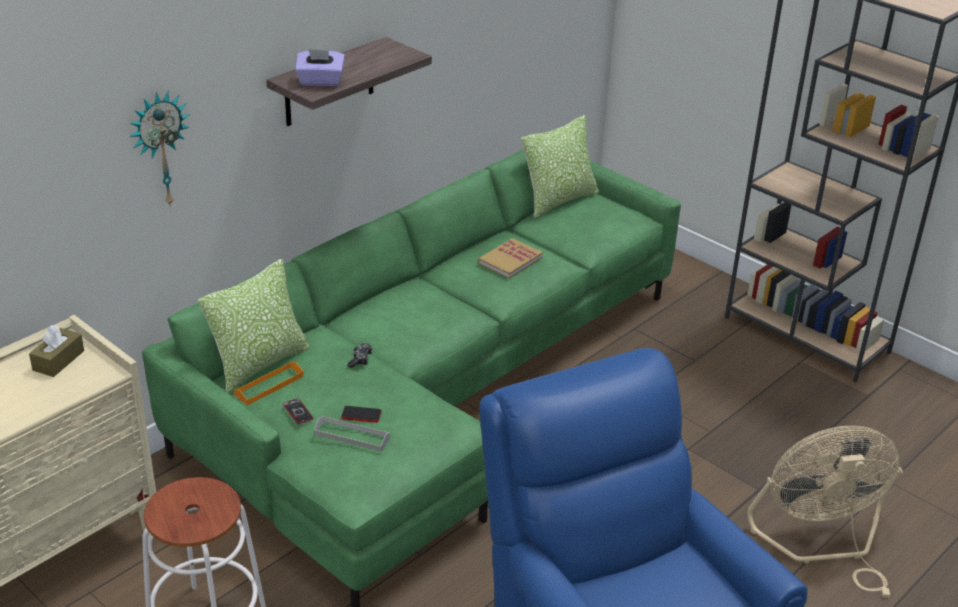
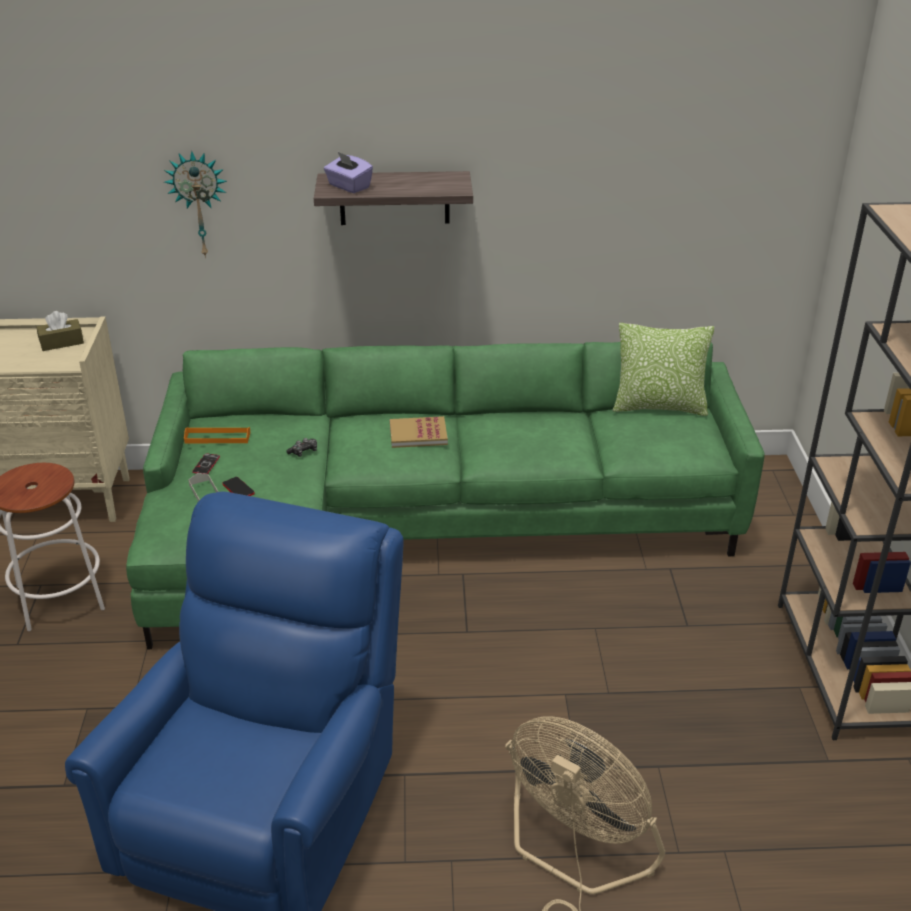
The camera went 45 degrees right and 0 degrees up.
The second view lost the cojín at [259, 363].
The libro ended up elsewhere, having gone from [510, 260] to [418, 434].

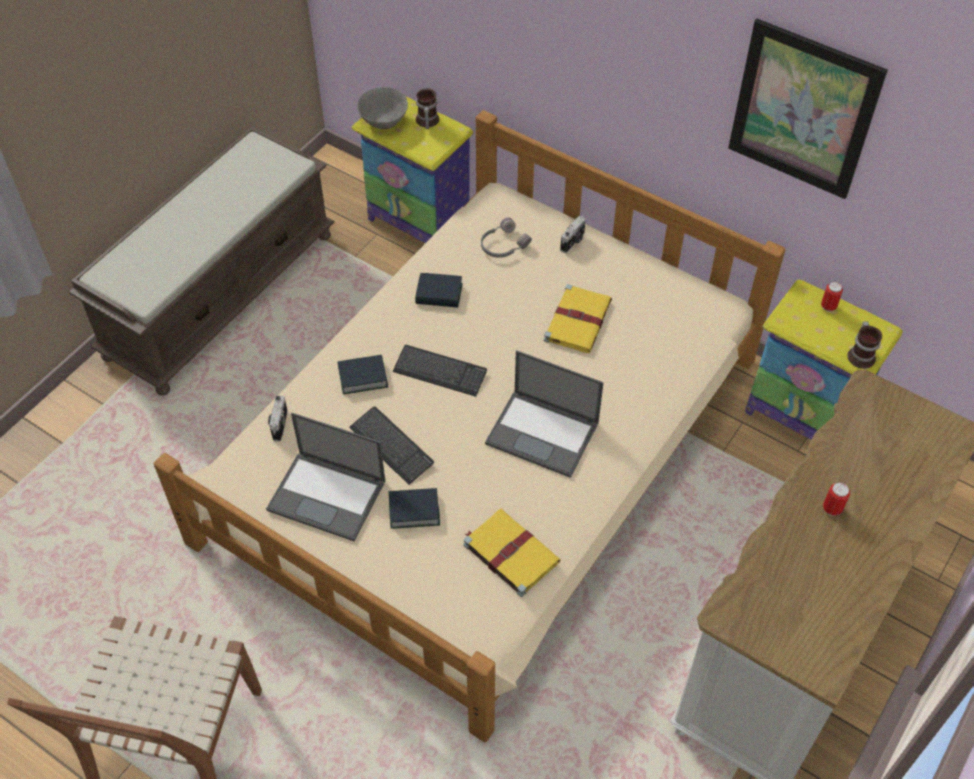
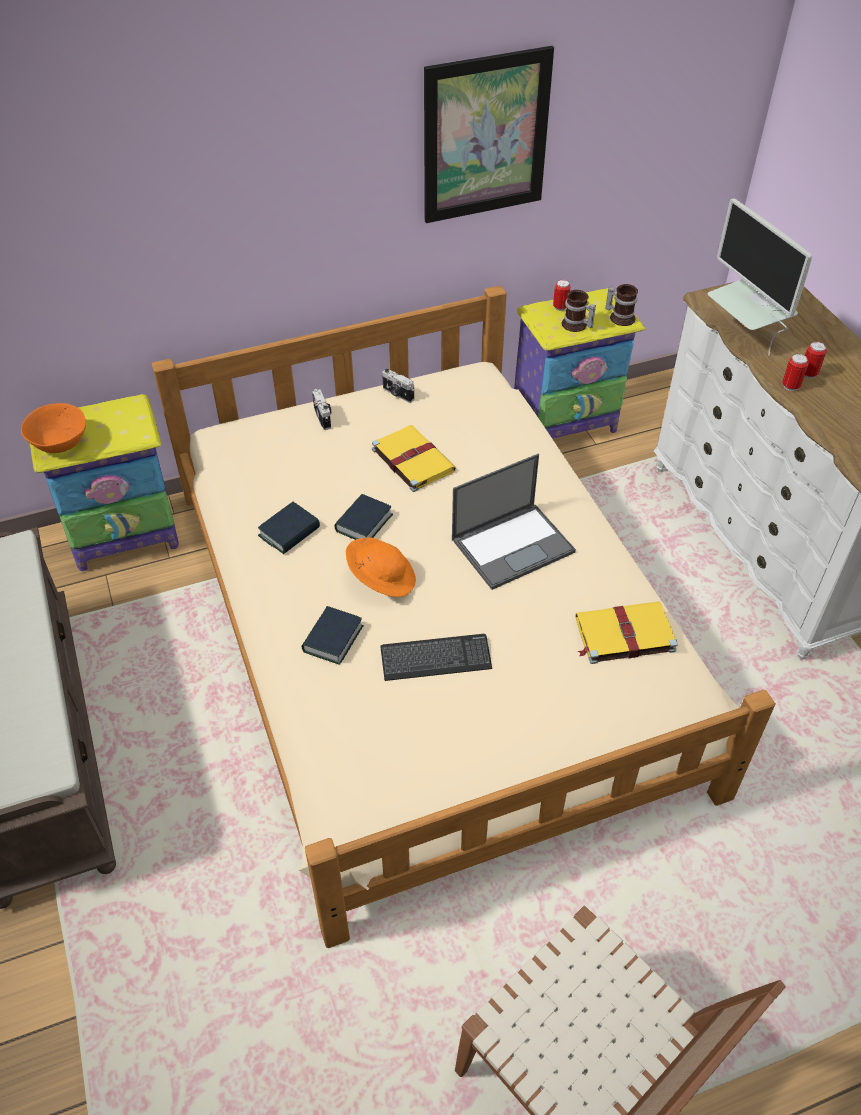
The camera went 55 degrees left and 5 degrees down.
The second view lost the portátil at [328, 495].
The cámara ended up elsewhere, having gone from [278, 424] to [397, 394].
What was the cuenco [gris] at [383, 121] turned into the cuenco [naranja] at [59, 444].
The libro ended up elsewhere, having gone from [414, 511] to [363, 523].
Where the teclado stood at [440, 372], the sombrero [naranja] came to stand at [381, 578].
The taza grande ended up elsewhere, having gone from [426, 121] to [576, 326].
The second view lost the auriculares [gris] at [503, 245].
The second view gained the monitor at [745, 336].
The second view gained the lata at [790, 386].

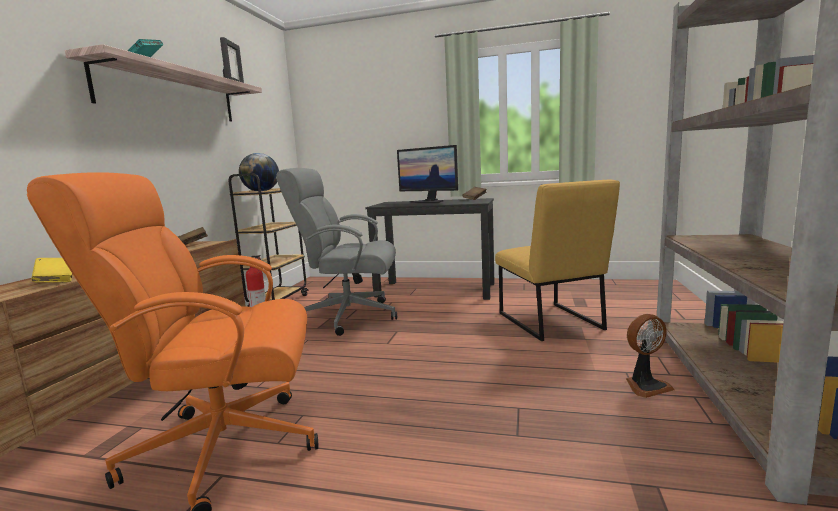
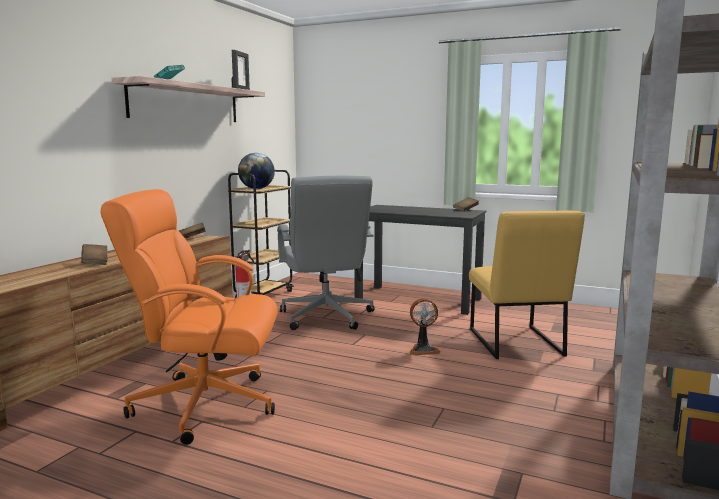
The camera went 10 degrees right and 0 degrees up.
What was the libro [amarillo] at [56, 281] turned into the libro [marrón] at [95, 263].
The silla de oficina [gris] at [349, 316] ended up facing another way, 120 degrees counterclockwise from before.
The second view lost the monitor at [429, 201].
The ventilador ended up elsewhere, having gone from [645, 386] to [423, 350].

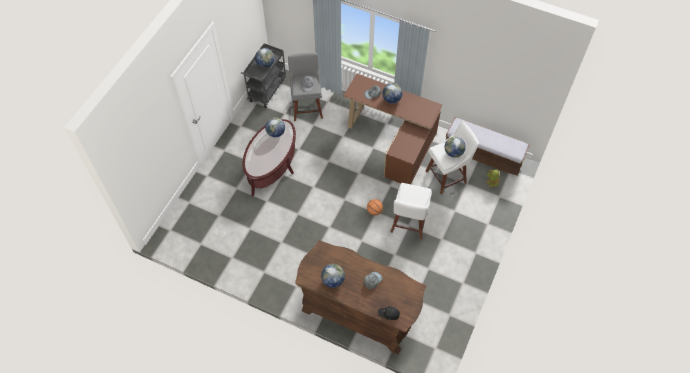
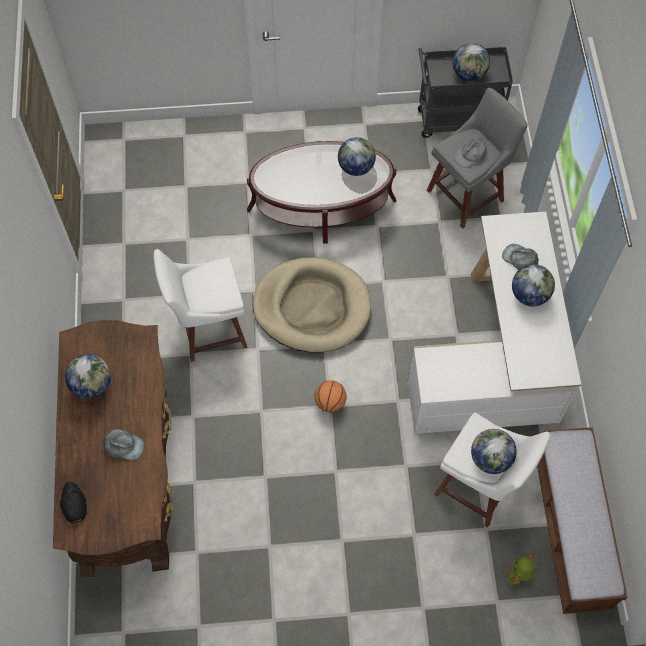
The camera went 60 degrees right and 5 degrees up.
What was the escritorio [marrón] at [394, 140] turned into the escritorio [blanco] at [495, 360].
The taburete [blanco] ended up elsewhere, having gone from [408, 224] to [208, 329].
The second view gained the cama para perro [beis] at [312, 307].

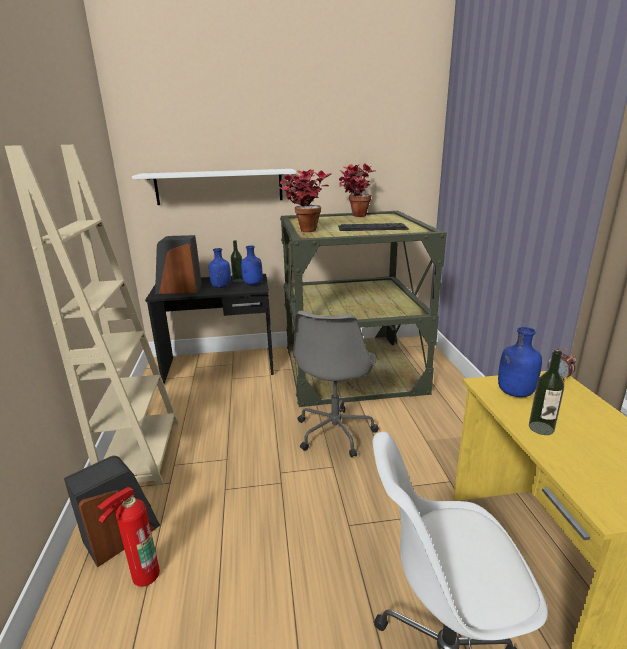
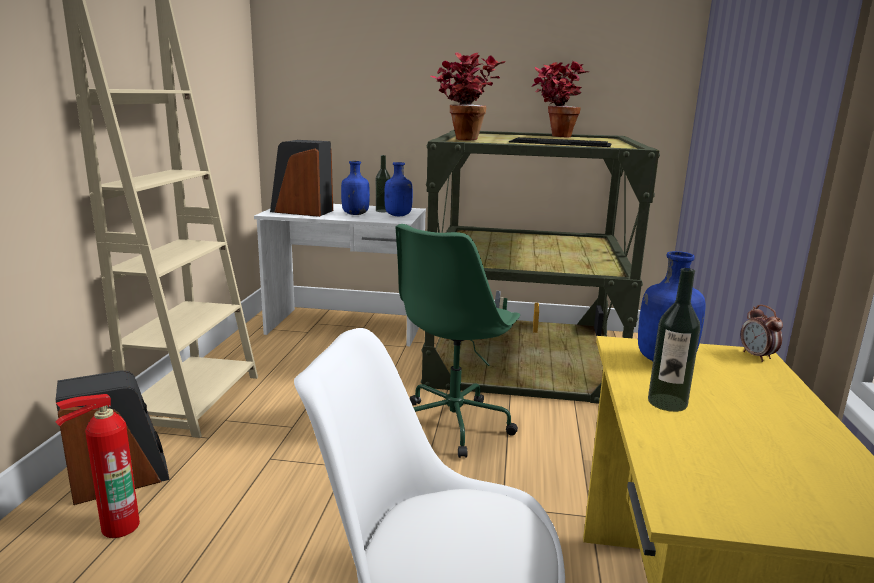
The camera went 15 degrees right and 5 degrees down.
The second view lost the estante [blanco] at [219, 187].
What was the escritorio [negro] at [220, 366] turned into the escritorio [blanco] at [346, 327].
What was the silla de oficina [gris] at [334, 434] turned into the silla de oficina [verde] at [451, 426].

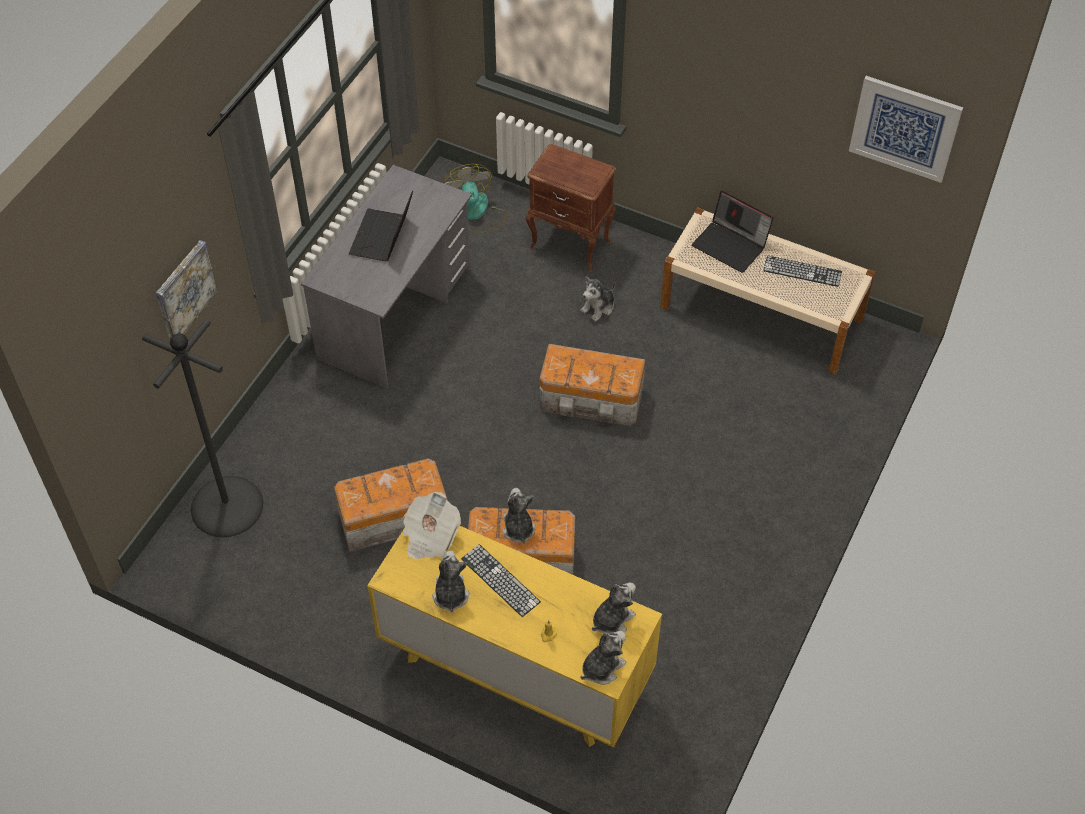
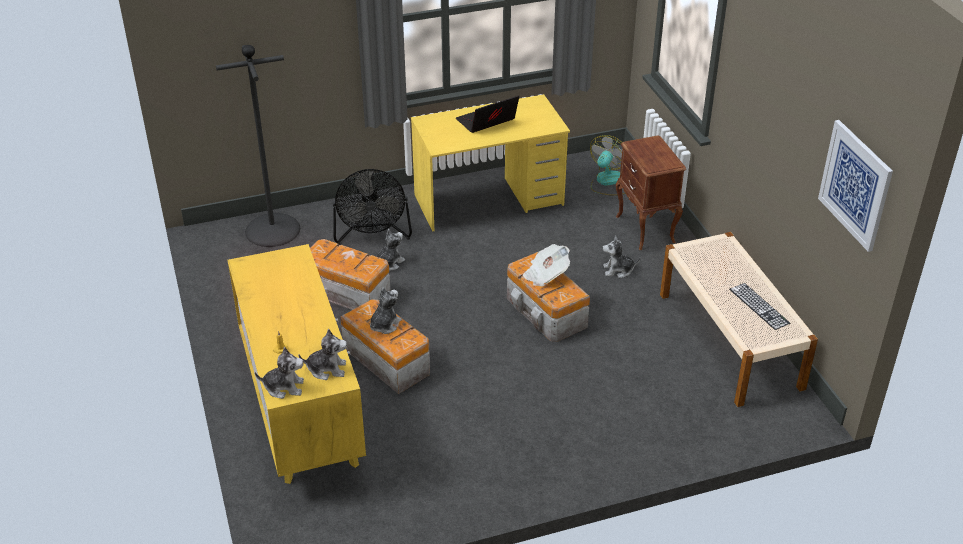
The camera went 45 degrees right and 15 degrees down.
The second view lost the cuadro at [184, 291].
What was the escritorio [gris] at [395, 313] turned into the escritorio [amarillo] at [489, 201].
The periódico ended up elsewhere, having gone from [430, 536] to [546, 274].
The peluche ended up elsewhere, having gone from [450, 594] to [389, 263].
The second view lost the teclado at [500, 580].
The second view lost the portátil at [731, 245].
The second view gained the ventilador [negro] at [369, 233].

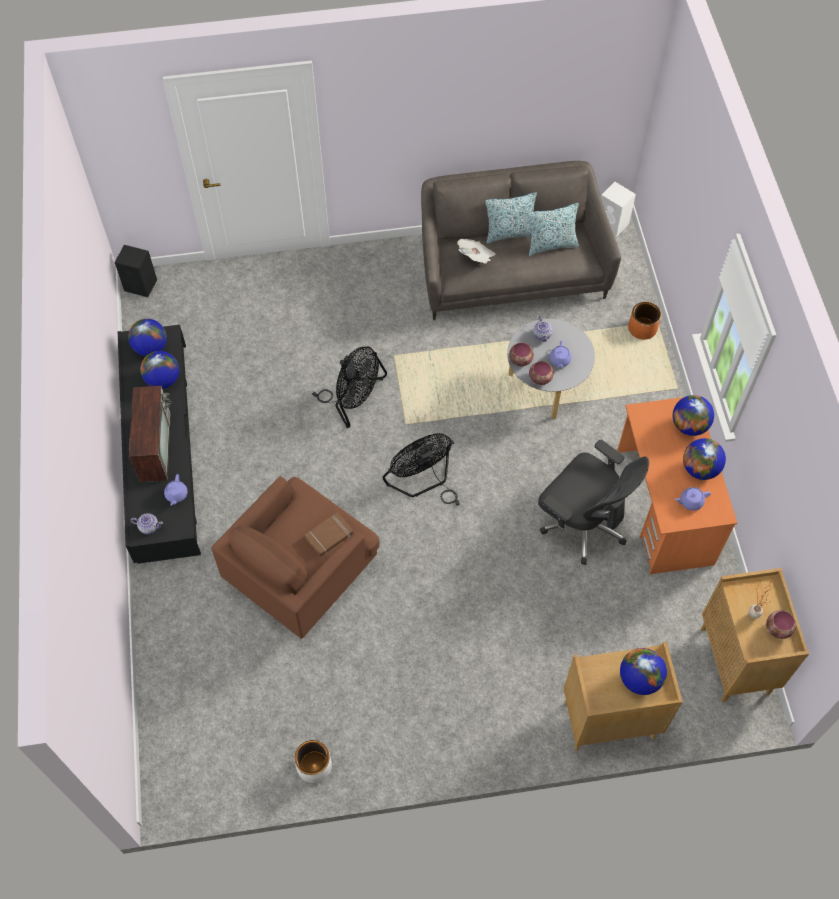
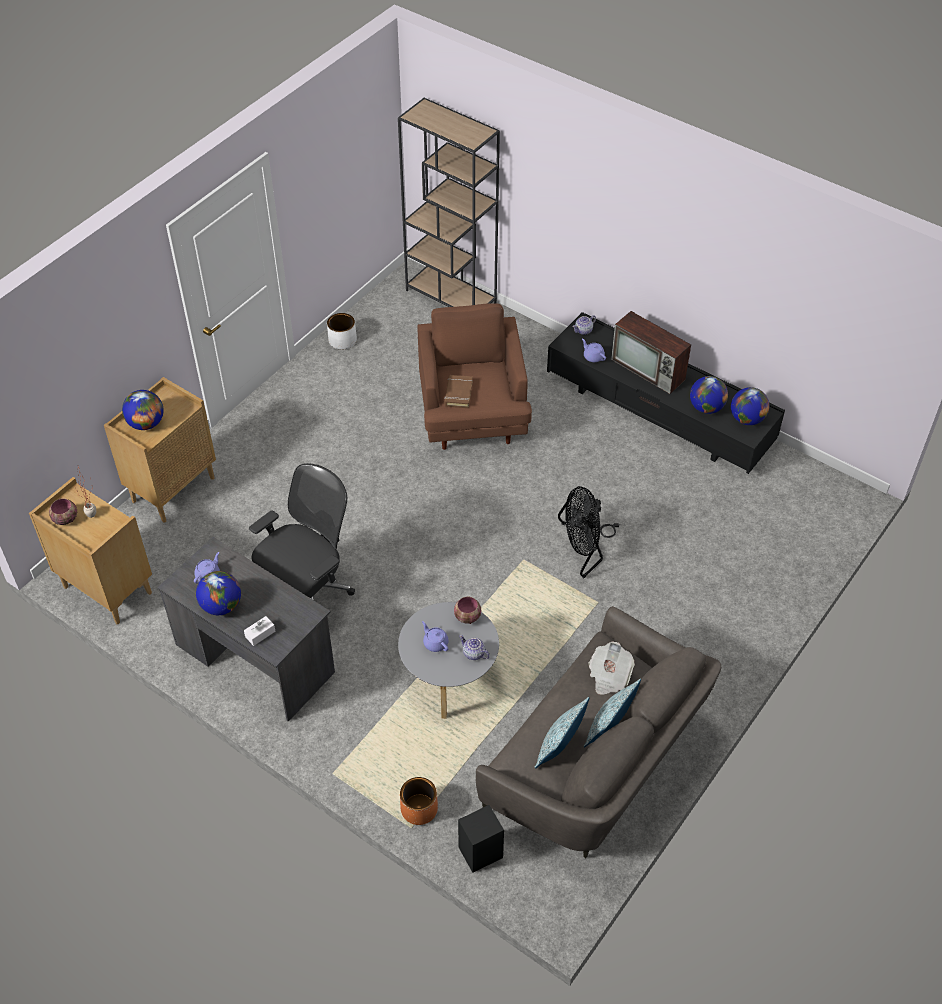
The camera went 135 degrees right and 10 degrees down.
The altavoz [negro] ended up elsewhere, having gone from [141, 285] to [479, 853].
The second view lost the ventilador [negro] at [426, 481].
The second view lost the cuenco at [540, 378].
The silla de oficina at [581, 525] ended up facing another way, 135 degrees clockwise from before.
The second view lost the altavoz [blanco] at [613, 224].
What was the escritorio [naranja] at [664, 507] turned into the escritorio [gris] at [255, 658].
Where the globo terráqueo stood at [689, 425], the caja de pañuelos [blanco] came to stand at [260, 634].
The second view gained the estantería at [451, 296].

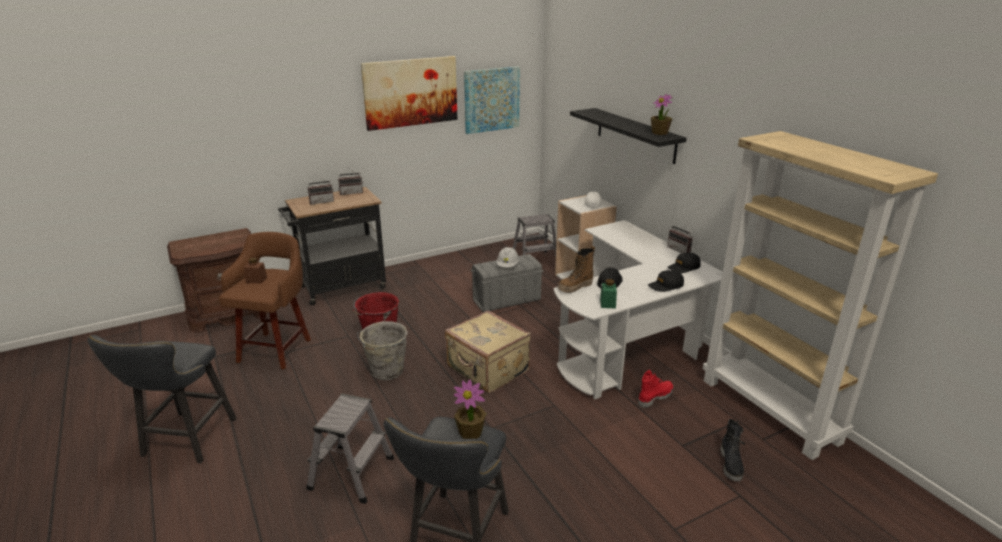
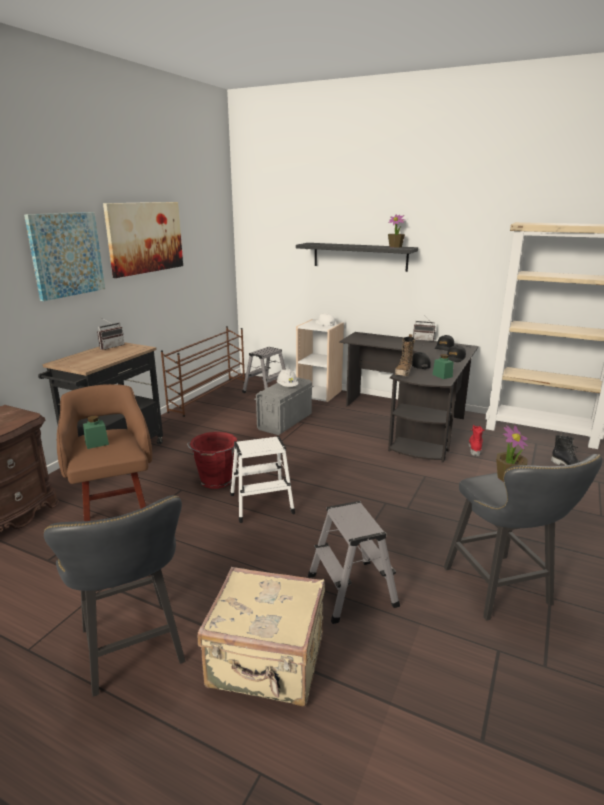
The camera went 35 degrees left and 5 degrees down.
What was the tarro [marrón] at [256, 280] turned into the tarro [verde] at [97, 443].
The second view lost the radio at [322, 201].
Where the cubo [gris] stood at [386, 371], the escalera de tijera [blanco] came to stand at [262, 503].
The maleta [beis] ended up elsewhere, having gone from [487, 370] to [267, 663].
The cuadro ended up elsewhere, having gone from [491, 99] to [66, 254].
What was the escritorio [blanco] at [631, 342] turned into the escritorio [negro] at [411, 421].
The second view gained the zapatero [marrón] at [209, 396].

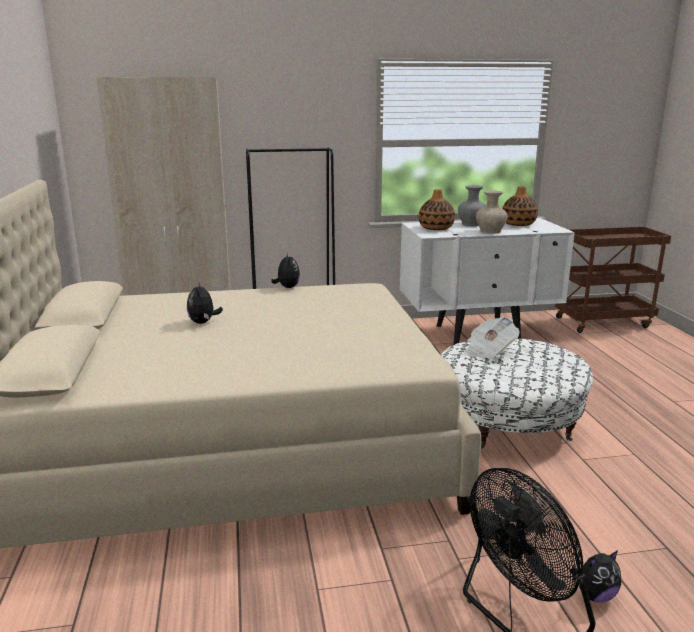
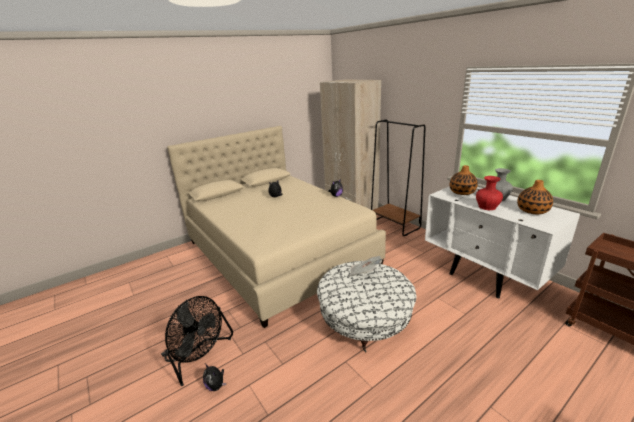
The camera went 65 degrees right and 5 degrees up.
What was the florero [beis] at [490, 231] turned into the florero [rojo] at [487, 207].

